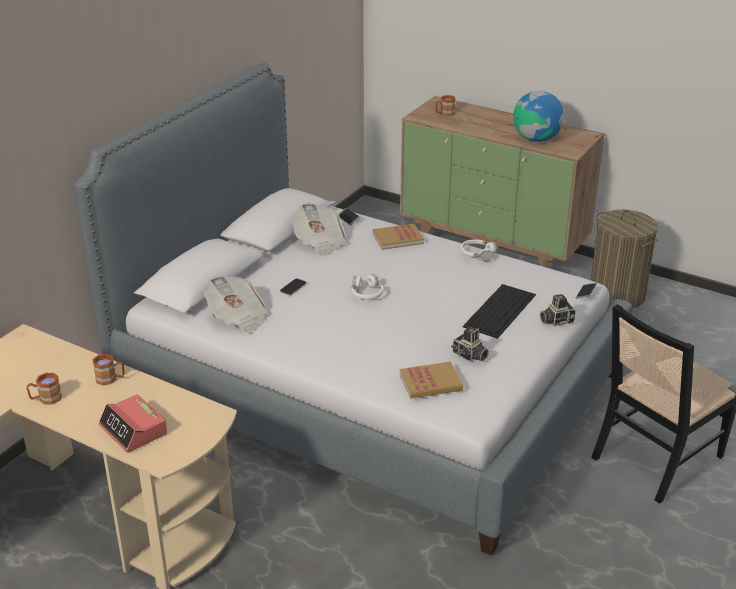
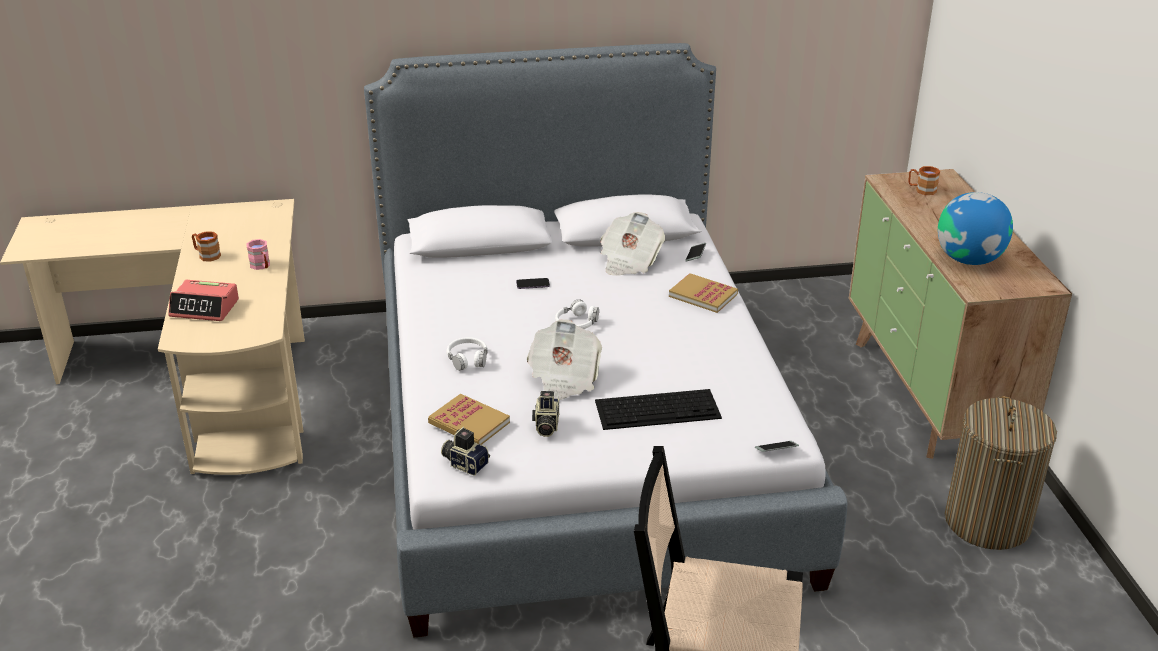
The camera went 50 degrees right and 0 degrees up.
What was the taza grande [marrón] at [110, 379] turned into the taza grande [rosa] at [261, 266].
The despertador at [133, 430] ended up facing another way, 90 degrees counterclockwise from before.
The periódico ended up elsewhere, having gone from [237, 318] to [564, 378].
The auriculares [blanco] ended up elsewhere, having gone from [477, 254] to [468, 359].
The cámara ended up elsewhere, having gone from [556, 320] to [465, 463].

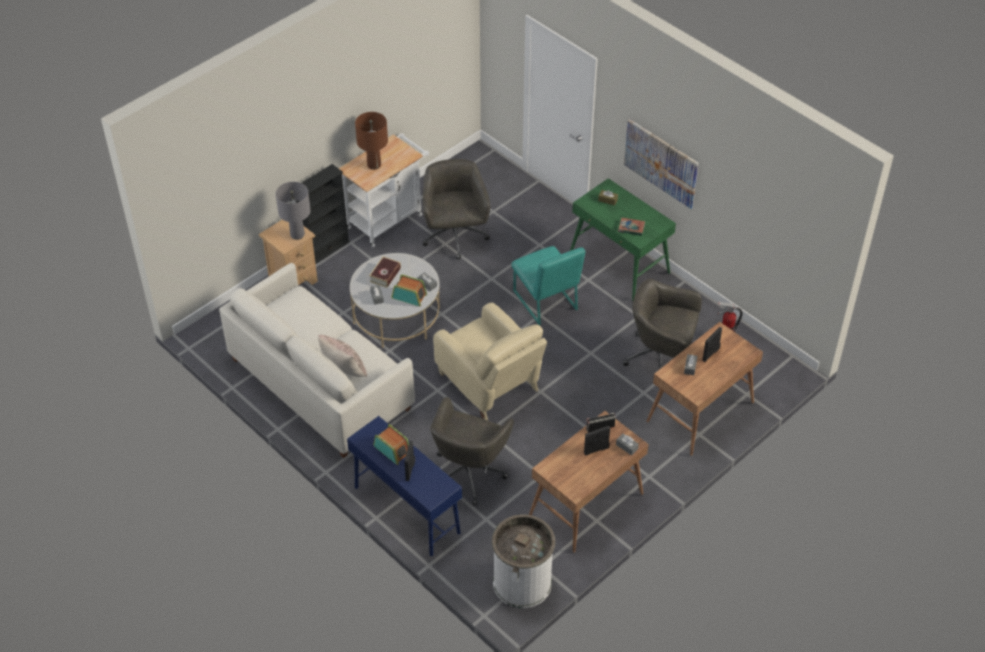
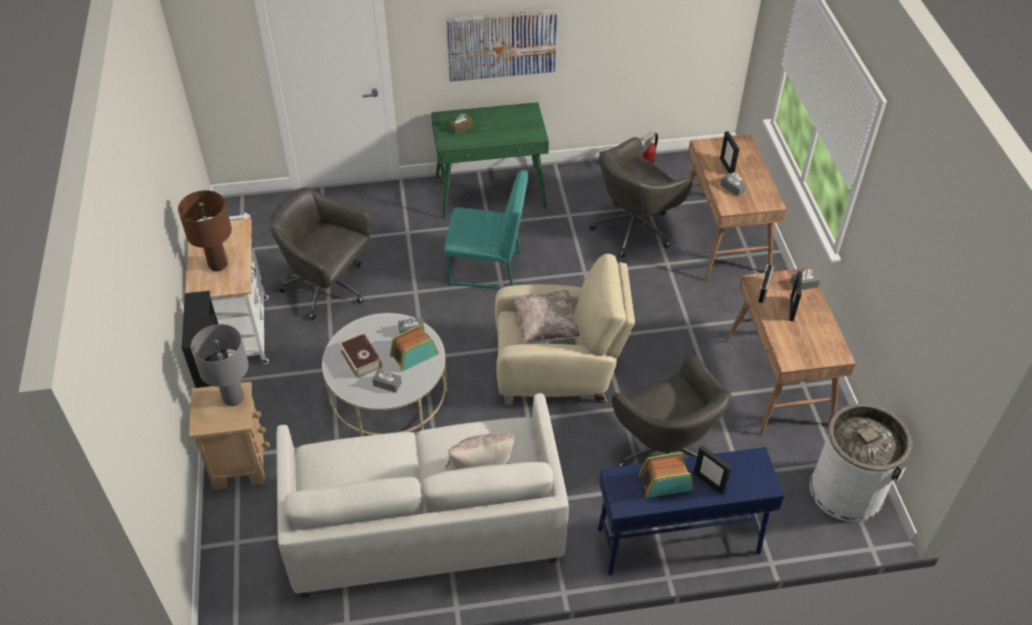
The camera went 55 degrees left and 0 degrees up.
The second view lost the libro at [631, 228].
The second view gained the cojín [beis] at [546, 328].

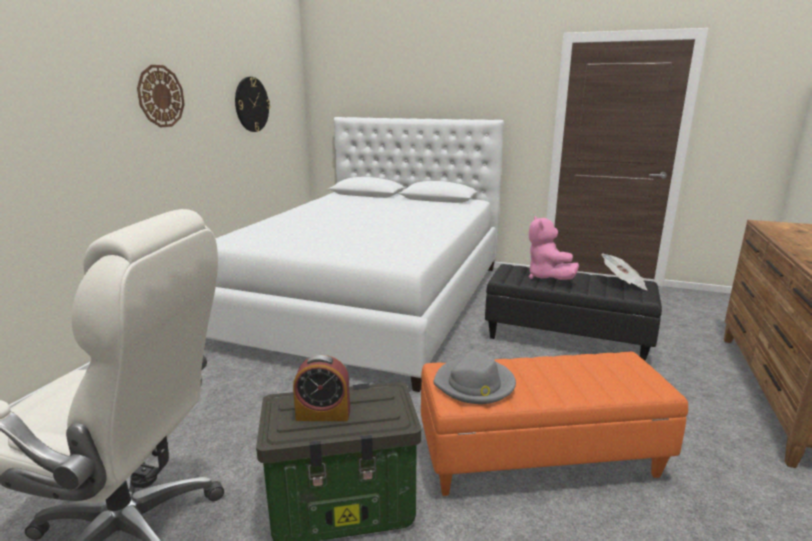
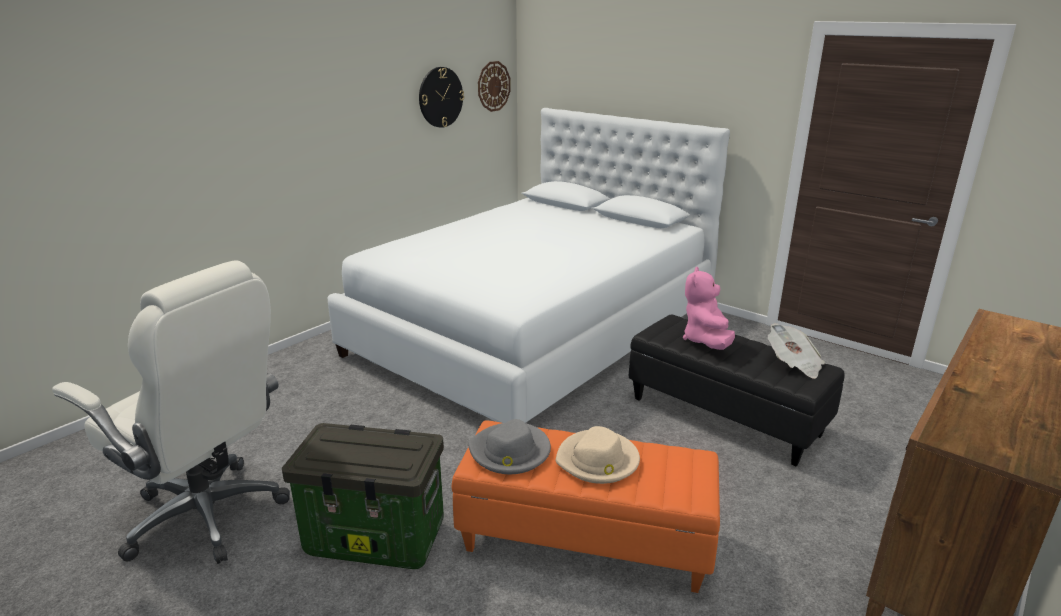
The camera went 20 degrees right and 5 degrees up.
The reloj de pared ended up elsewhere, having gone from [160, 96] to [493, 86].
The second view lost the despertador at [323, 414].
The second view gained the sombrero [beis] at [598, 460].

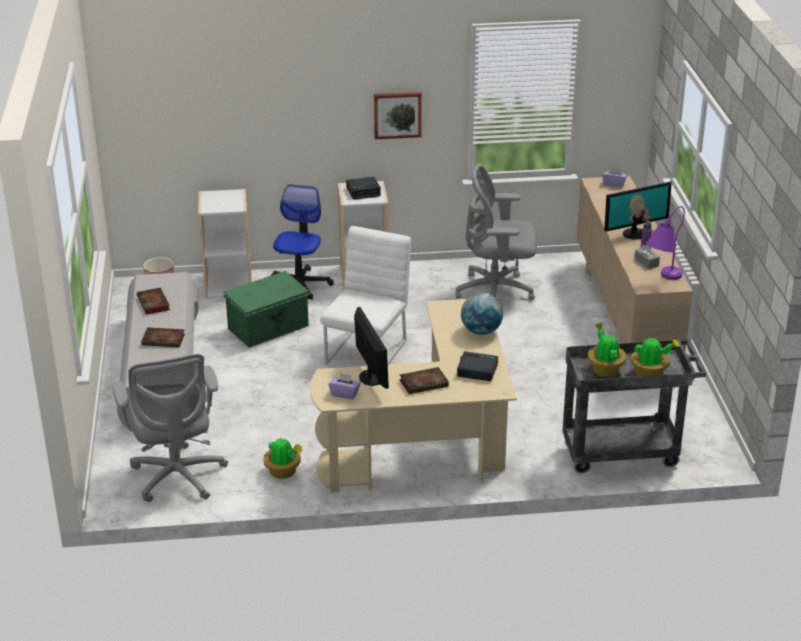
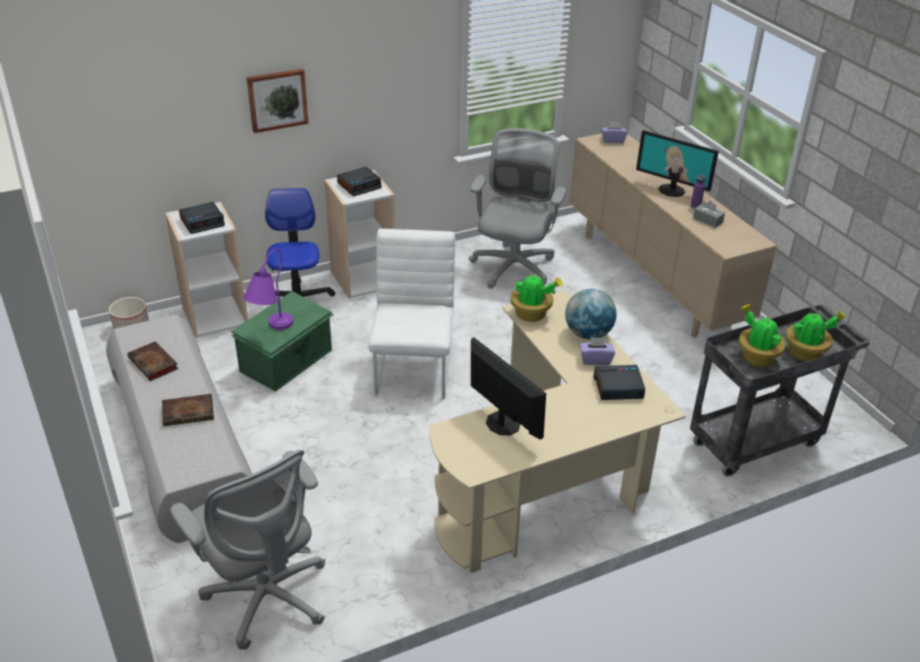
The camera went 20 degrees left and 5 degrees up.
The planta en maceta ended up elsewhere, having gone from [284, 472] to [532, 314].
The caja de pañuelos [morado] ended up elsewhere, having gone from [345, 394] to [595, 359].
The cuadro ended up elsewhere, having gone from [397, 114] to [277, 100].
The second view lost the libro at [424, 383].
The silla de oficina [gris] at [499, 290] ended up facing another way, 120 degrees clockwise from before.
The monitor at [634, 233] ended up facing another way, 75 degrees clockwise from before.
The lámpara de mesa [morado] ended up elsewhere, having gone from [662, 279] to [271, 331].
The second view gained the despertador at [202, 222].

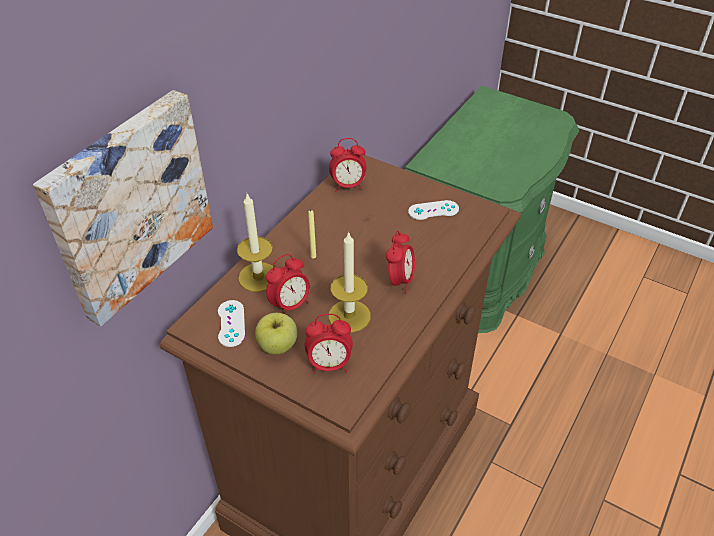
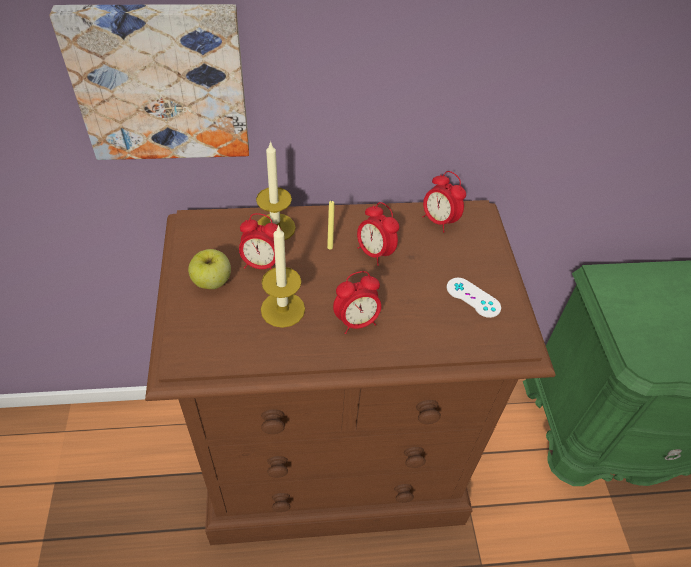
The camera went 50 degrees right and 5 degrees up.
The second view lost the mando de consola [blanco] at [231, 323].
The despertador ended up elsewhere, having gone from [329, 364] to [375, 253].

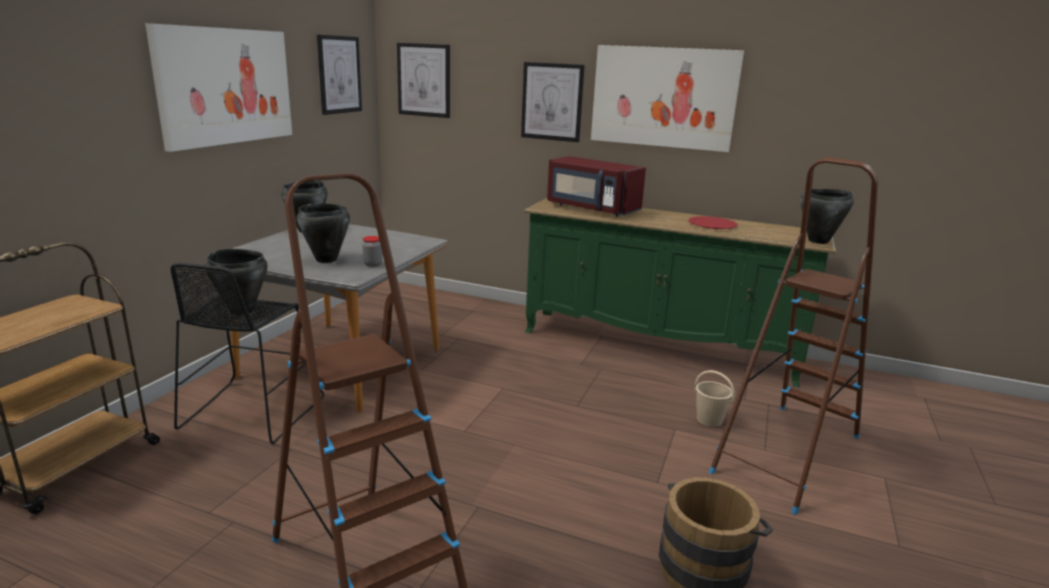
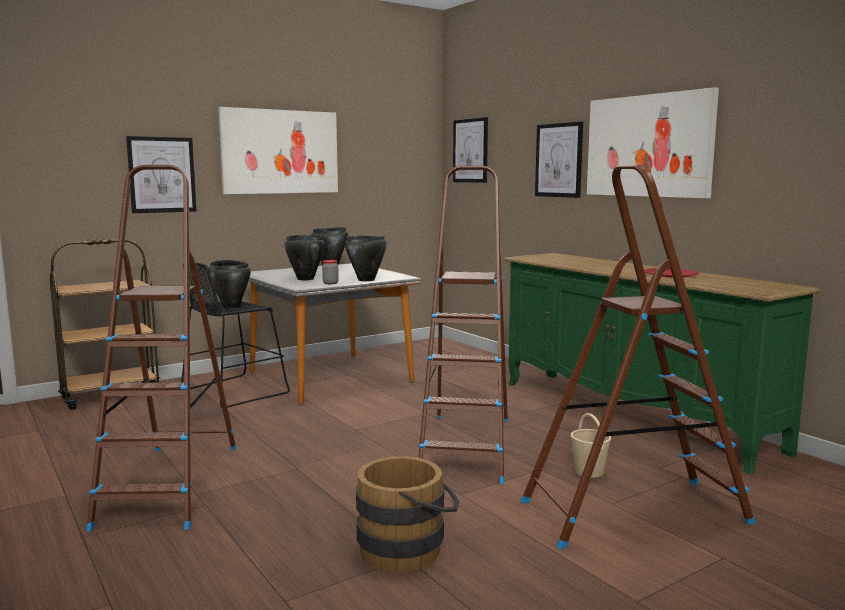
The camera went 35 degrees right and 10 degrees down.
The cuadro ended up elsewhere, having gone from [339, 74] to [162, 175].
The second view lost the microondas [rojo] at [591, 208].
The olla [negro] ended up elsewhere, having gone from [818, 241] to [366, 280].
The second view gained the escalera de tijera [marrón] at [467, 446].

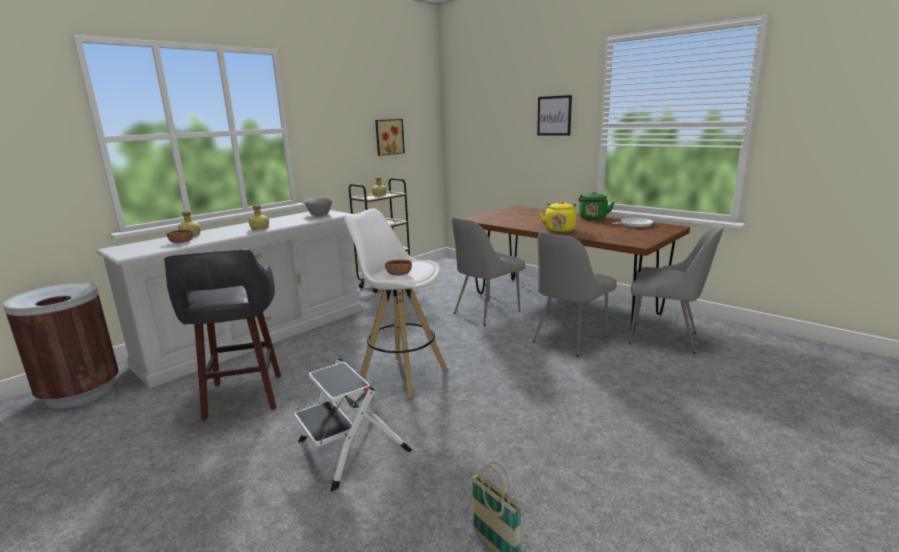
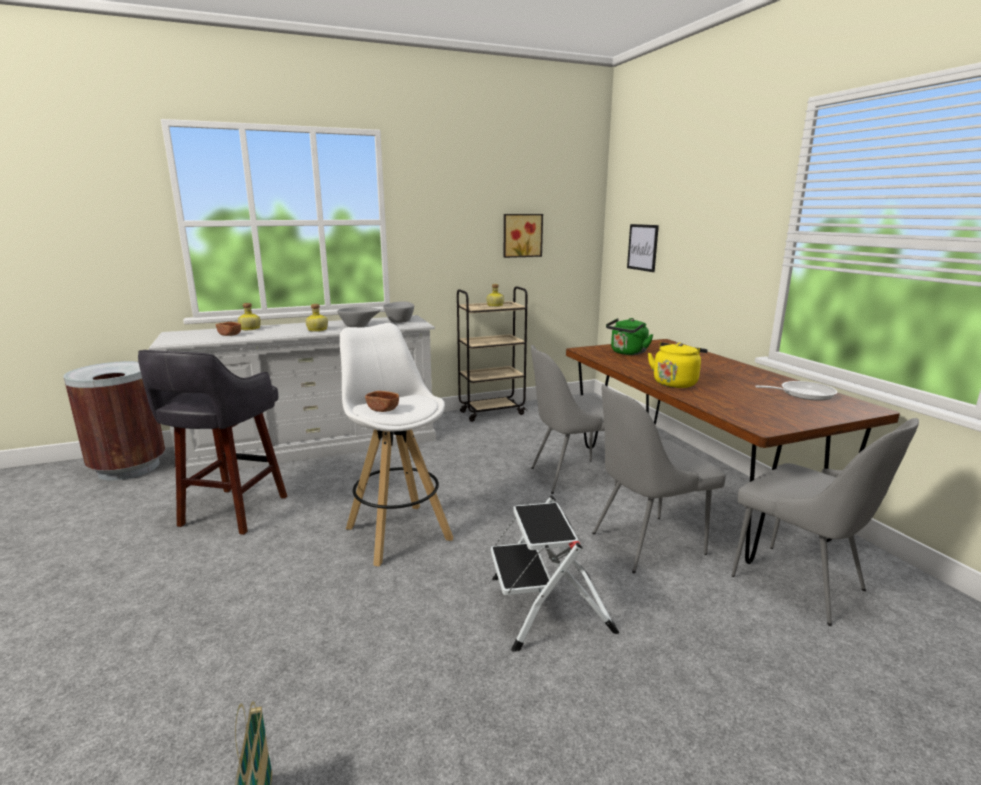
The camera went 25 degrees right and 0 degrees up.
The escalera de tijera ended up elsewhere, having gone from [352, 448] to [549, 606].
The cuadro ended up elsewhere, having gone from [554, 116] to [642, 247].
The hervidor [verde] ended up elsewhere, having gone from [592, 219] to [627, 353].
The second view gained the cuenco [gris] at [360, 326].

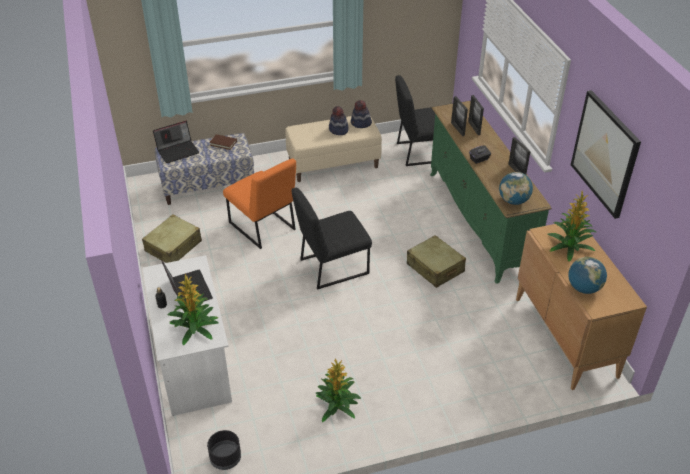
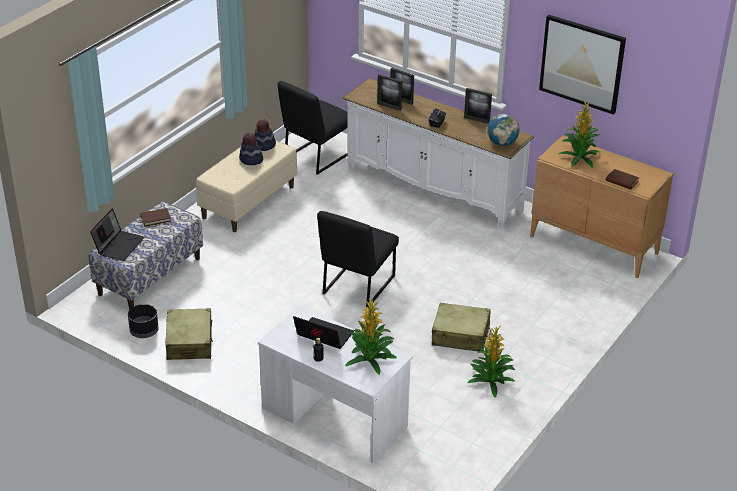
The camera went 40 degrees left and 5 degrees down.
The maceta [negro] ended up elsewhere, having gone from [225, 458] to [144, 331].
The second view lost the silla [naranja] at [263, 227].
The maleta [beis] ended up elsewhere, having gone from [435, 268] to [461, 335].
What was the cómoda [verde] at [477, 221] turned into the cómoda [blanco] at [432, 192].
Where the globo terráqueo stood at [583, 288], the libro [marrón] came to stand at [622, 181].

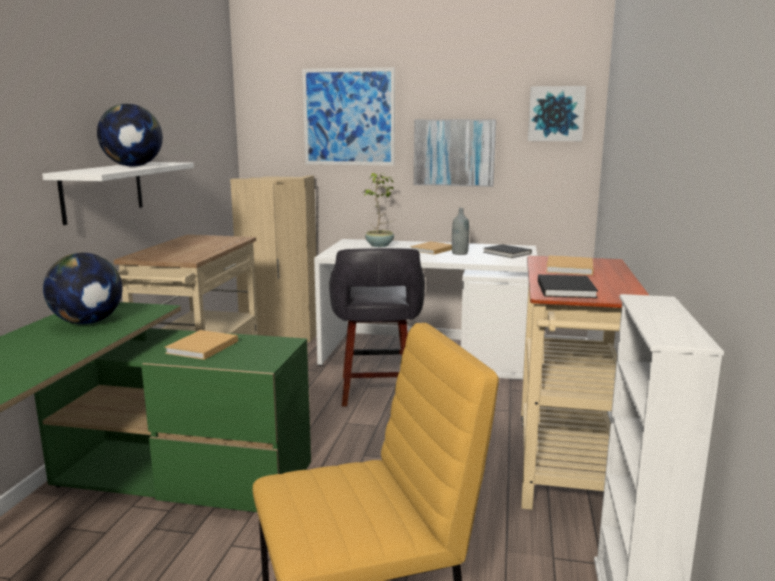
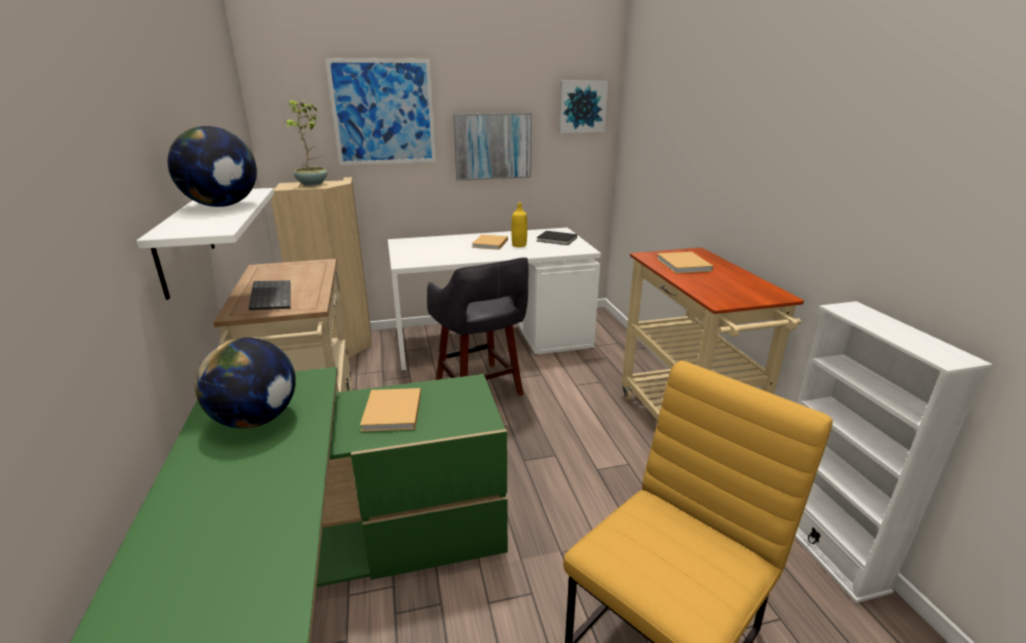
The camera went 25 degrees left and 10 degrees up.
The planta en maceta ended up elsewhere, having gone from [380, 245] to [313, 184].
What was the botella [gris] at [459, 253] turned into the botella [amarillo] at [519, 245].
The second view lost the libro [negro] at [565, 288].
The second view gained the teclado at [270, 296].

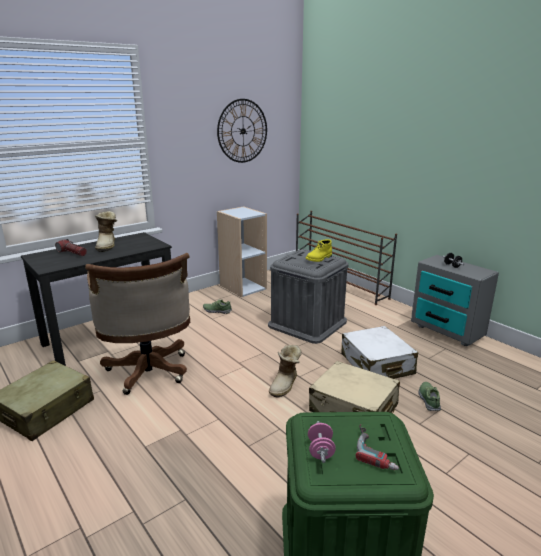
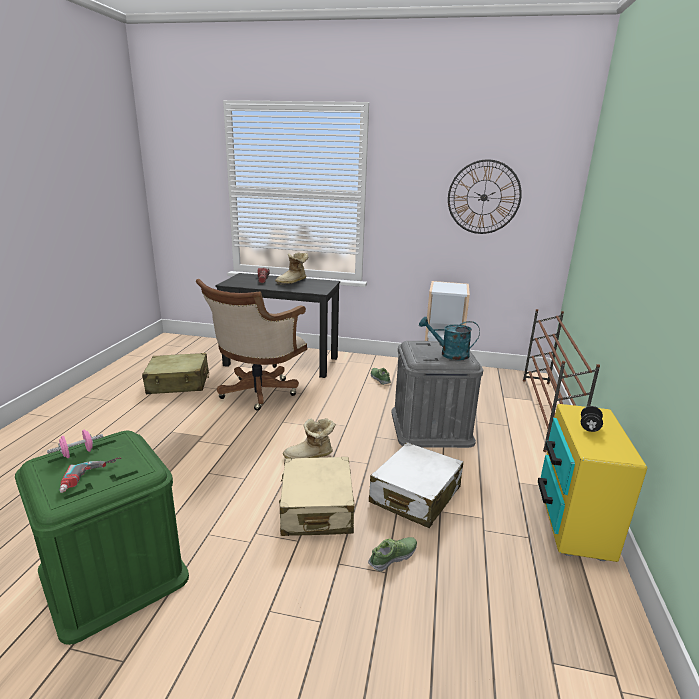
The camera went 50 degrees right and 0 degrees up.
Where the bota [amarillo] stood at [319, 258], the regadera [turquesa] came to stand at [449, 354].
What was the mesita de noche [gris] at [446, 332] turned into the mesita de noche [amarillo] at [571, 526].

